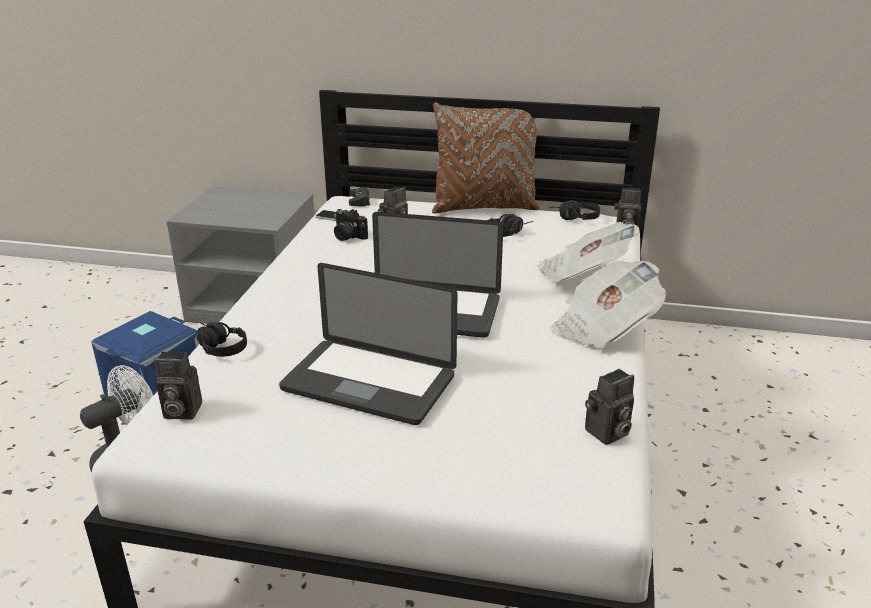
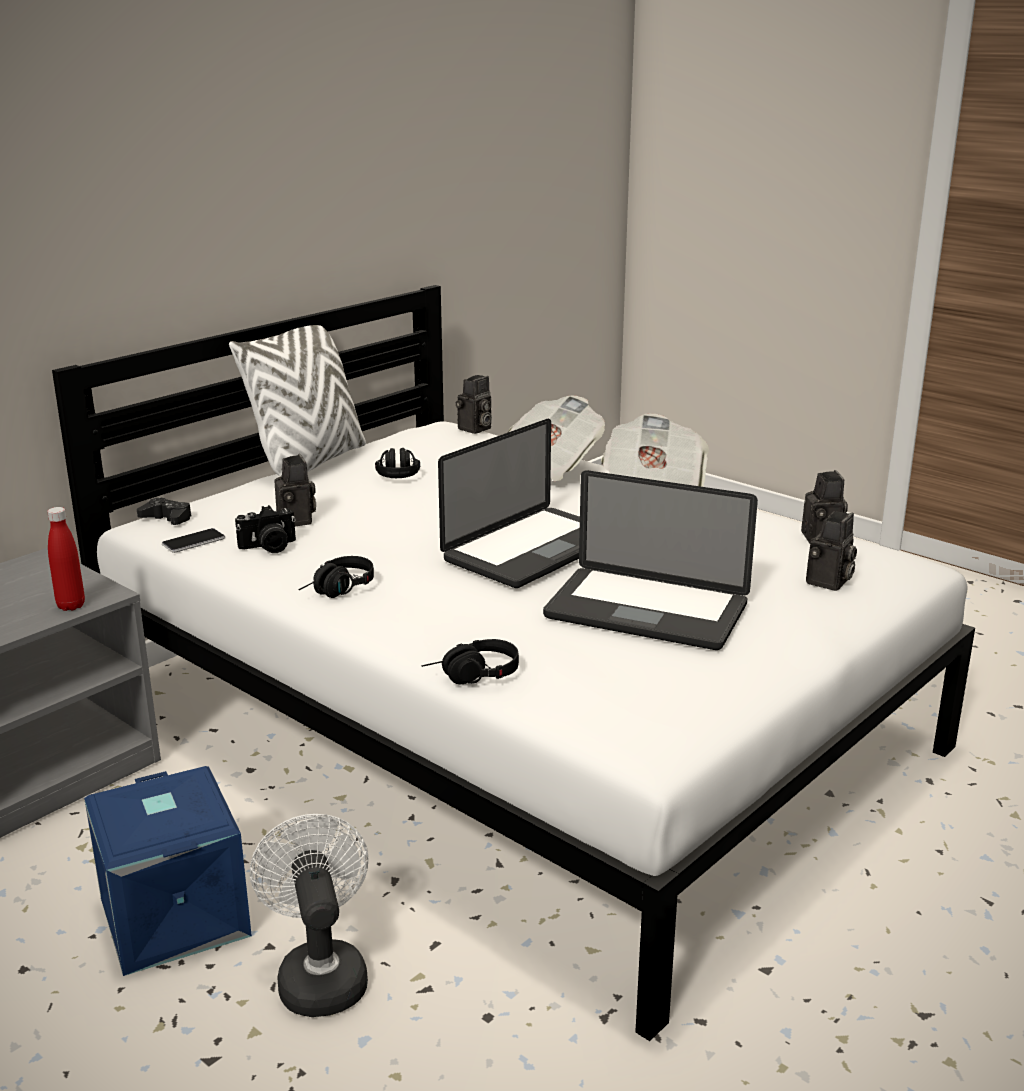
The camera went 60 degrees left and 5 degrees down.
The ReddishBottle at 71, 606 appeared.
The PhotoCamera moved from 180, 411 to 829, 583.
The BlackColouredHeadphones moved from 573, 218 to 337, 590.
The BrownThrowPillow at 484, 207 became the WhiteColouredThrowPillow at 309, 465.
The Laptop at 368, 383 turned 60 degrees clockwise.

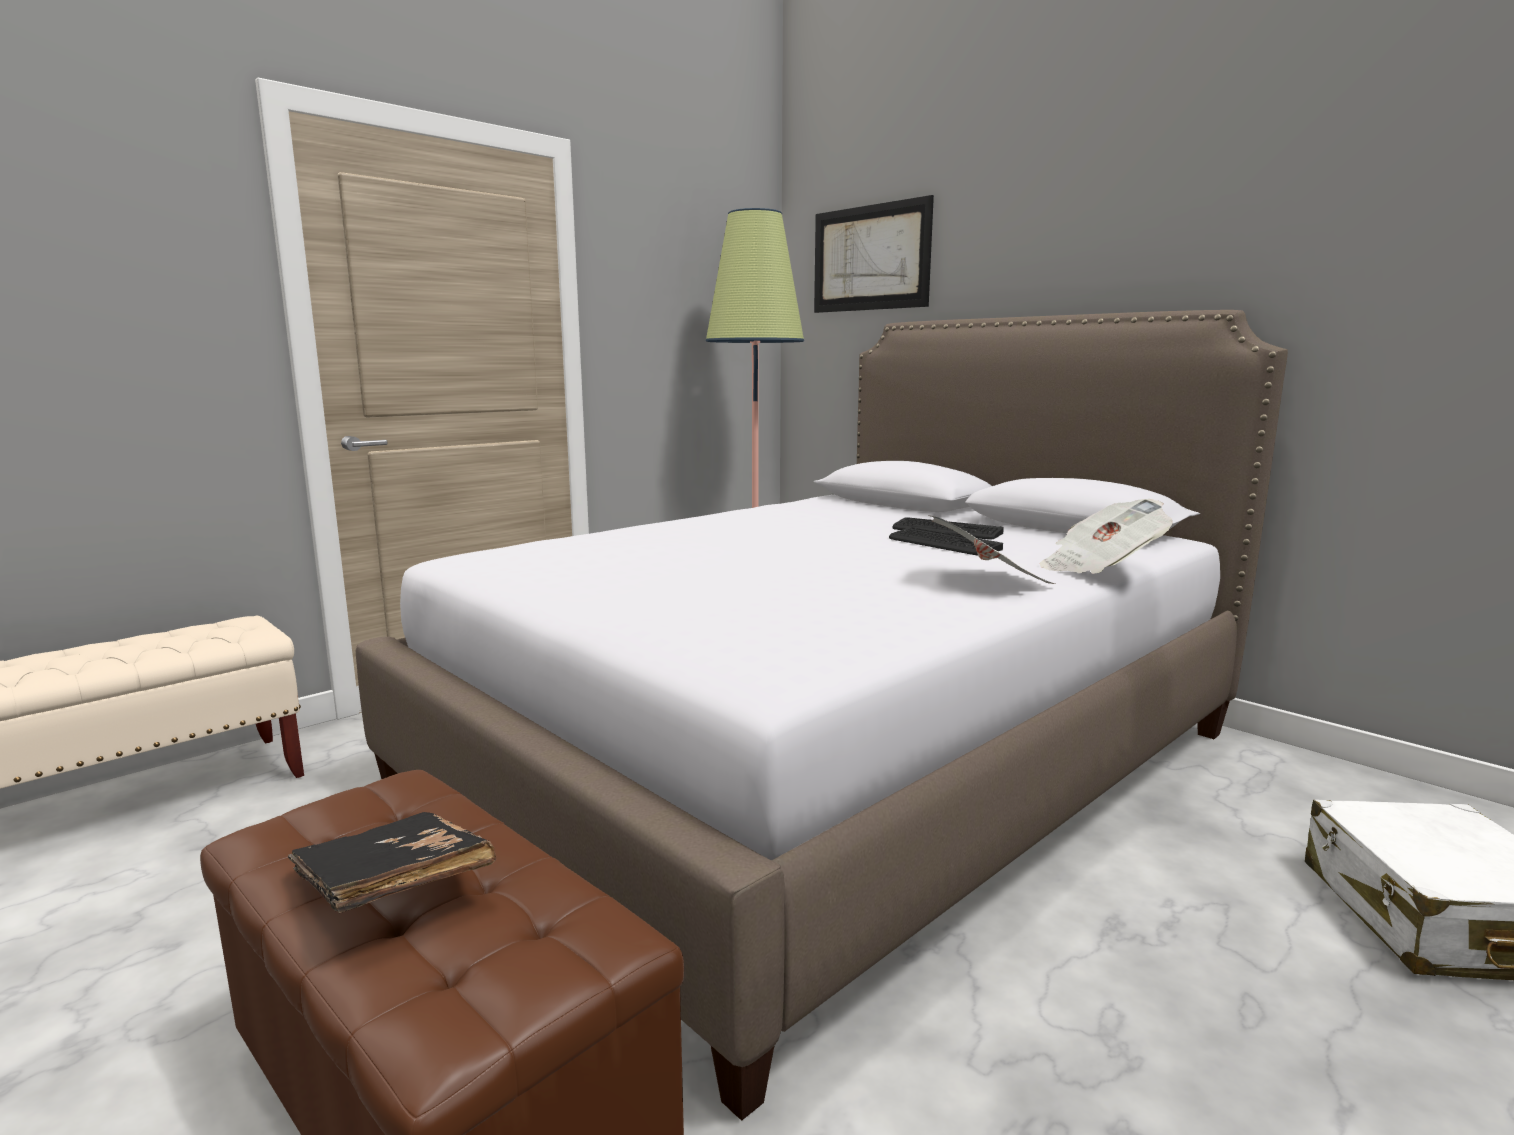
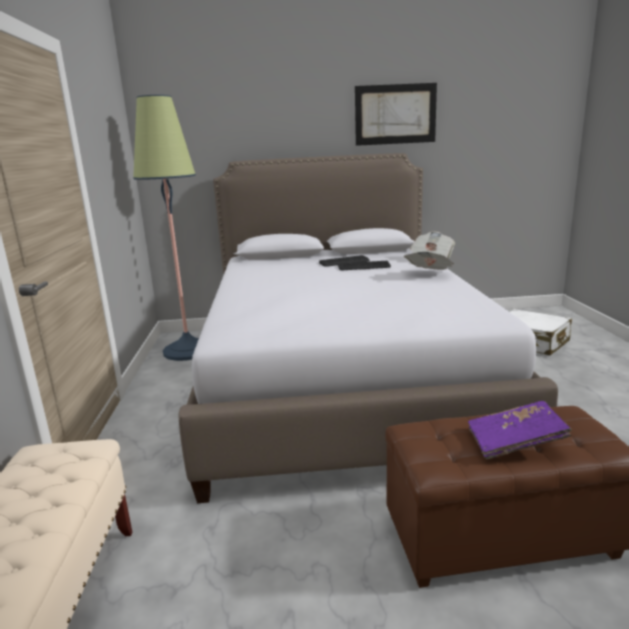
The camera went 50 degrees left and 5 degrees up.
The WallPicture moved from 870, 258 to 395, 114.
The BlackColouredBook at 392, 890 became the PurplishBook at 515, 442.

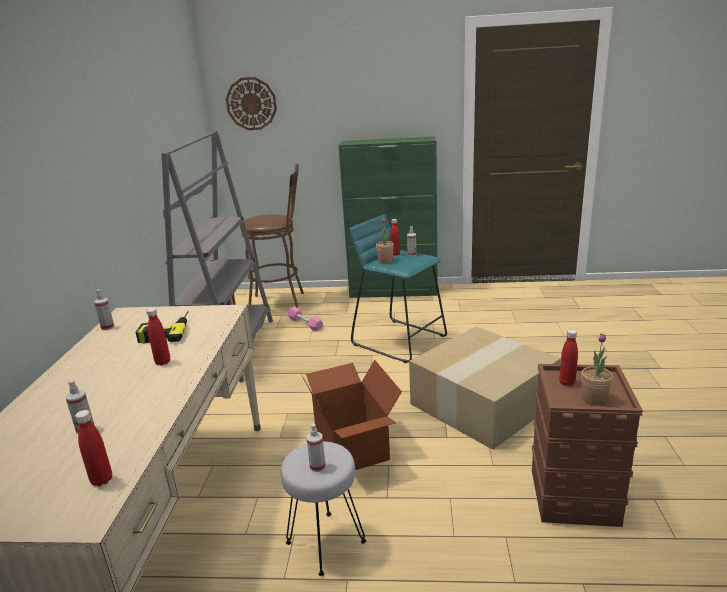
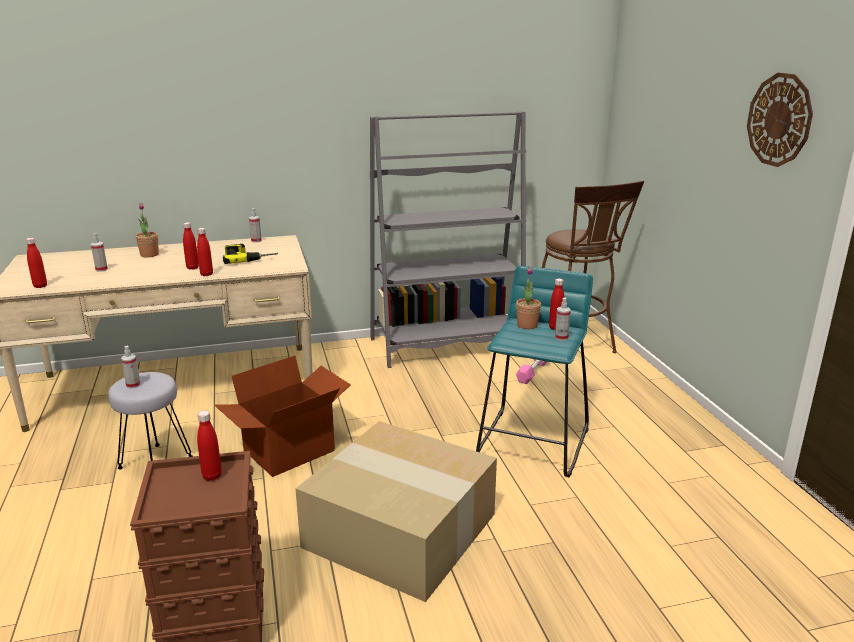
The camera went 70 degrees right and 0 degrees up.
The GreenishCupboard at 394, 291 disappeared.
The ReddishBottle at 206, 274 appeared.
The ClockOnTheWall moved from 251, 104 to 779, 120.
The PottedPlant moved from 594, 399 to 149, 255.

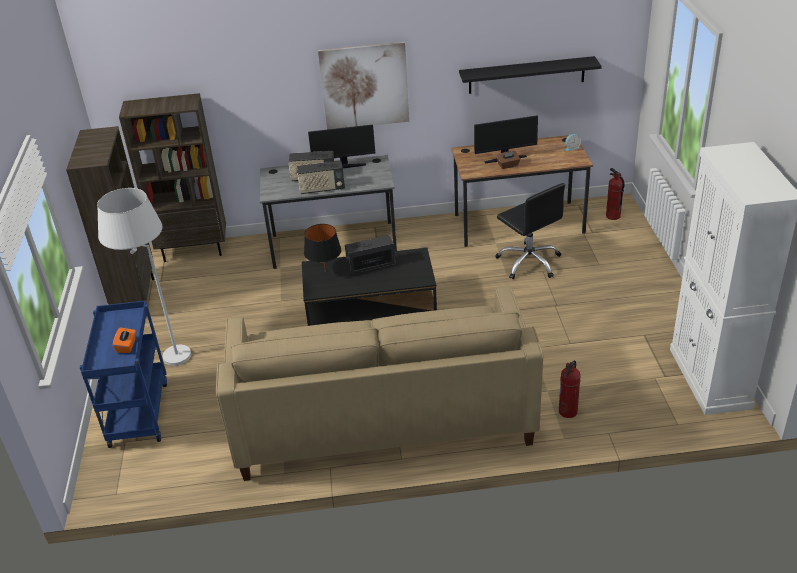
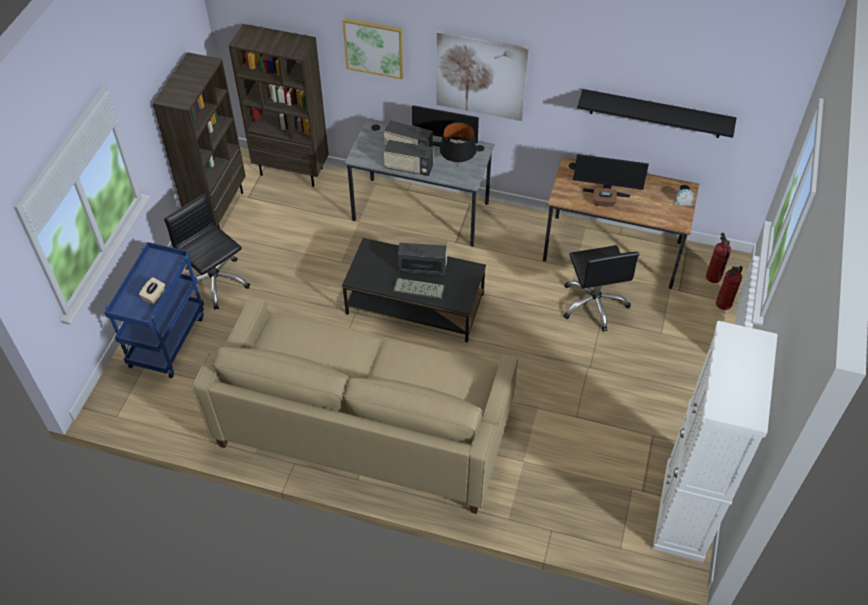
The camera went 20 degrees right and 15 degrees up.
The WallPicture at 374, 47 appeared.
The Keyboard at 418, 289 appeared.
The BlackColouredTabletopLamp moved from 325, 271 to 457, 167.
The Extinguisher moved from 568, 412 to 723, 304.
The WhiteColouredStandardLamp at 164, 353 was replaced by the BlackColouredComputerChair at 215, 282.
The OrangeyTissueBox at 127, 346 became the BeigeTissueBox at 154, 296.

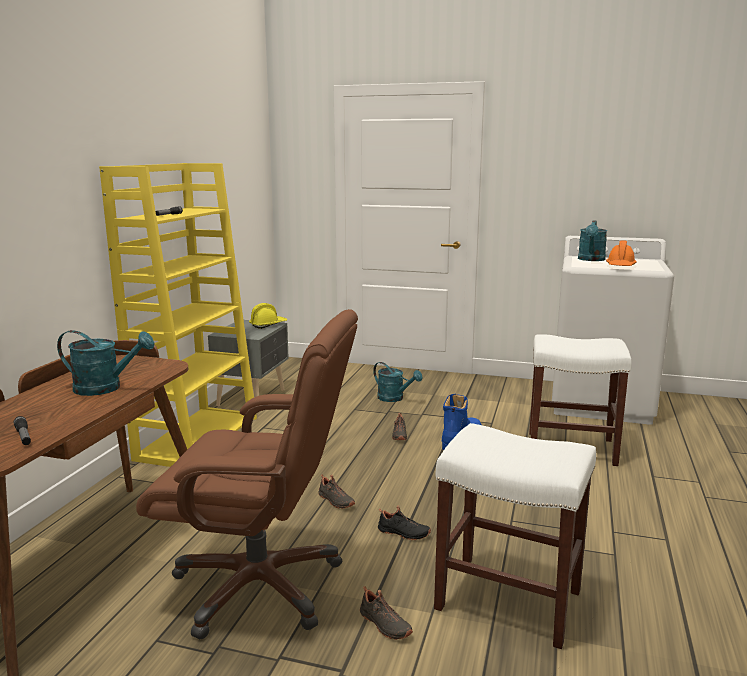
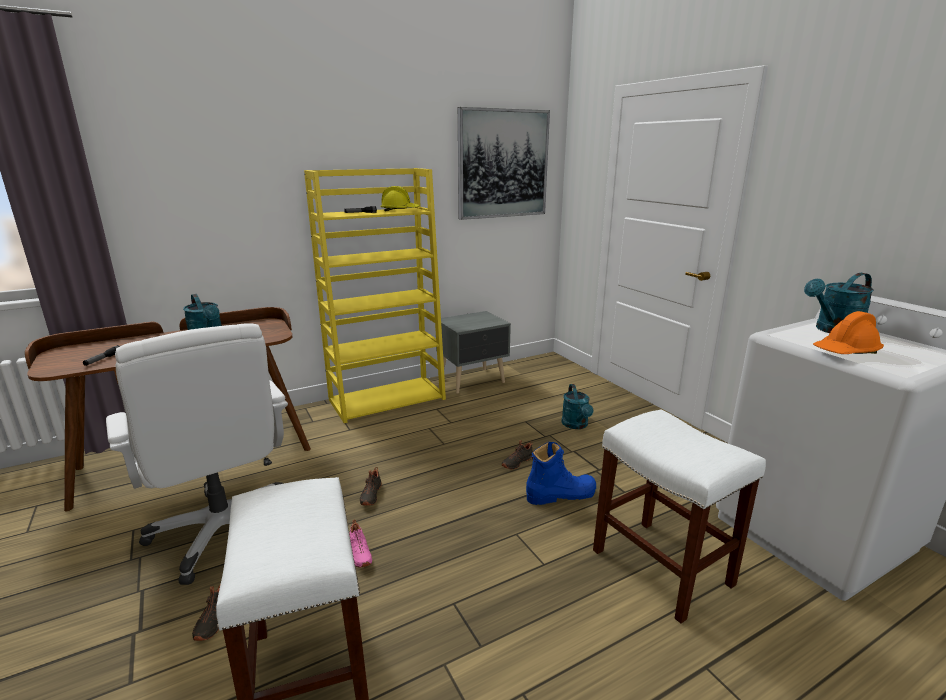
The camera went 45 degrees right and 5 degrees up.
The WallPicture at 503, 164 appeared.
The YellowHardHat moved from 268, 325 to 400, 210.
The BrownComputerChair at 260, 585 became the WhiteColouredComputerChair at 224, 530.
The BlackColouredShoe at 403, 533 became the PinkishShoe at 358, 553.

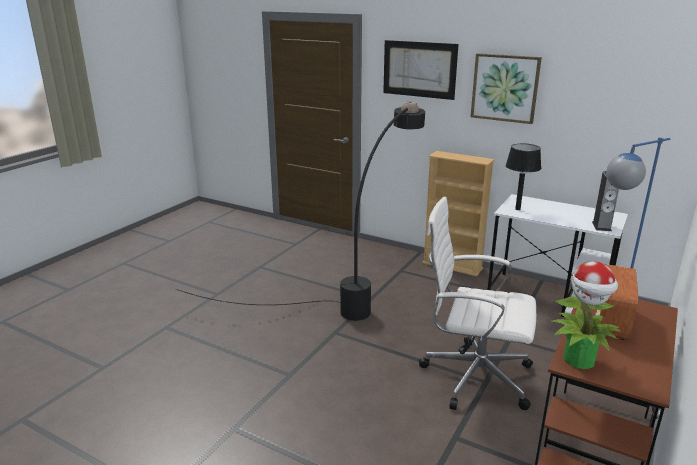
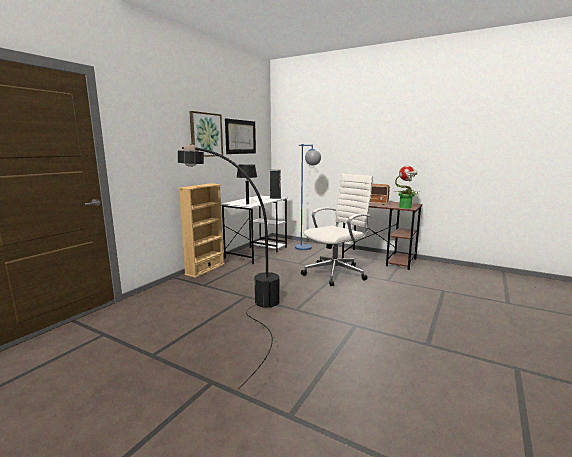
The camera went 90 degrees left and 10 degrees down.
The WallPicture moved from 419, 69 to 241, 137.
The WhiteColouredComputerChair at 473, 376 turned 150 degrees counterclockwise.

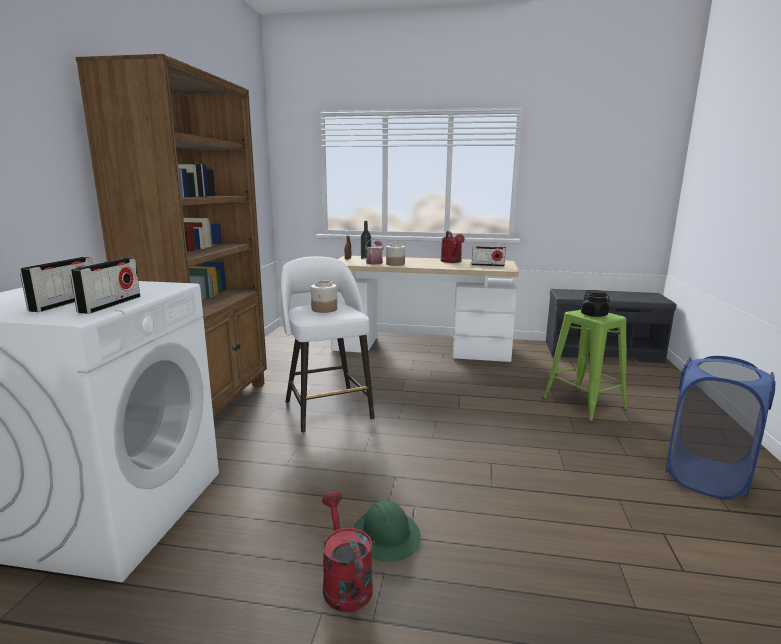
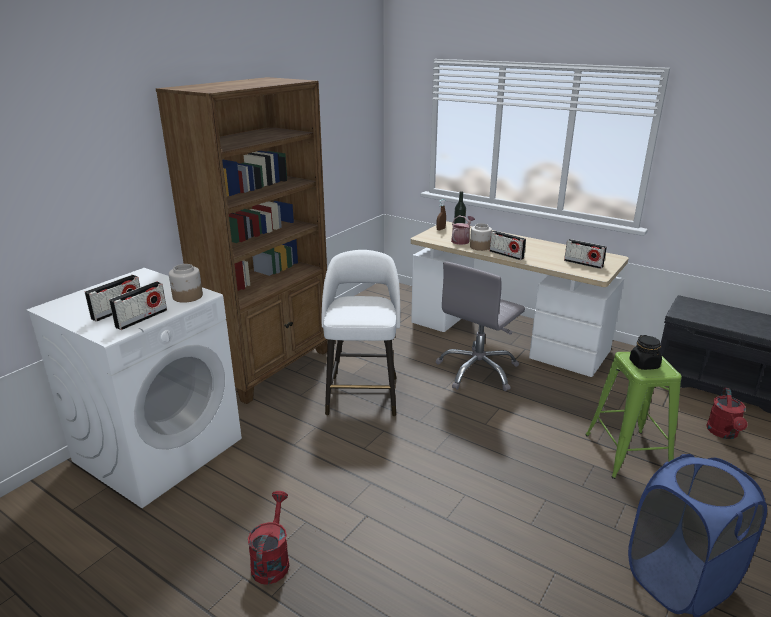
The camera went 25 degrees right and 10 degrees up.
The GreenishHardHat at 386, 536 disappeared.
The GreyishComputerChair at 478, 371 appeared.
The Radio at 506, 255 appeared.
The StorageJar moved from 324, 309 to 187, 296.
The ReddishWateringCan moved from 452, 262 to 723, 433.

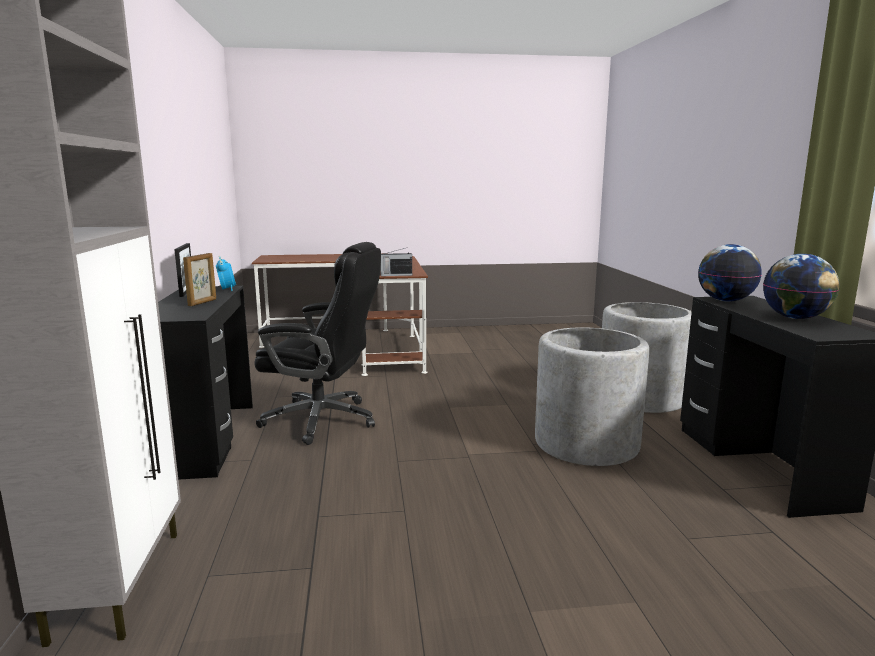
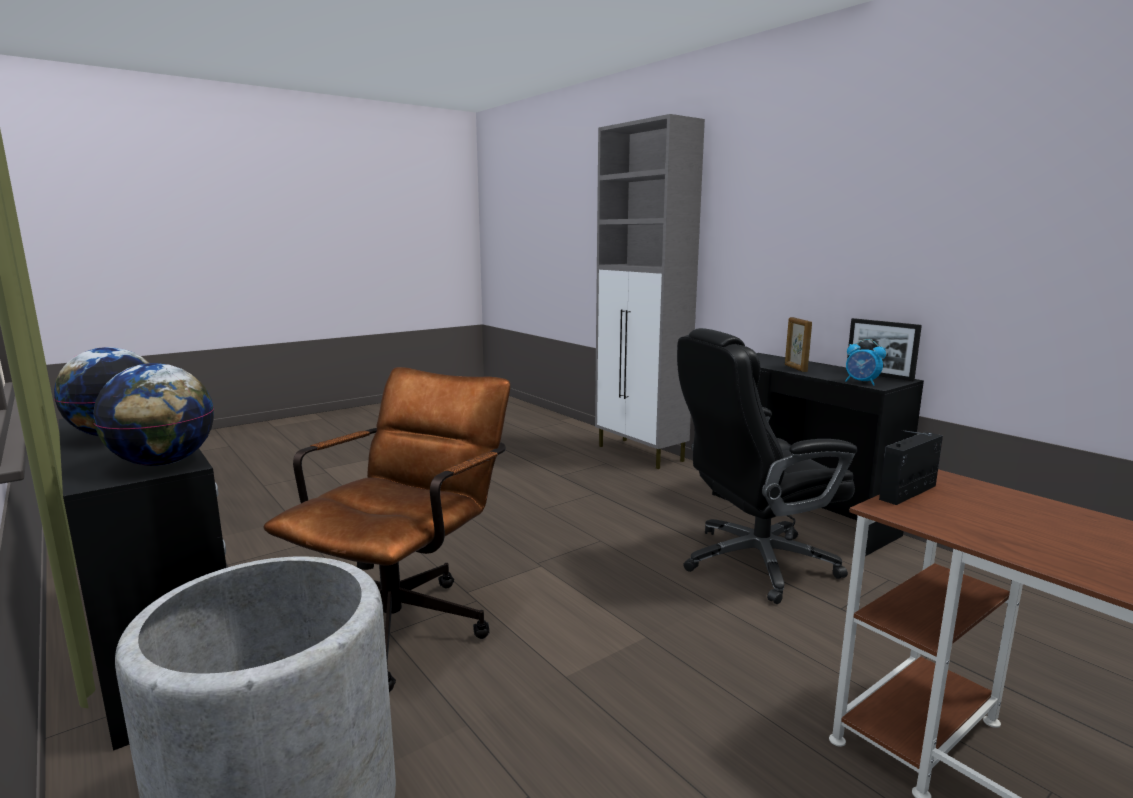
The camera went 150 degrees right and 0 degrees up.
The GreyishFlowerPot at 586, 444 was replaced by the BrownComputerChair at 406, 621.

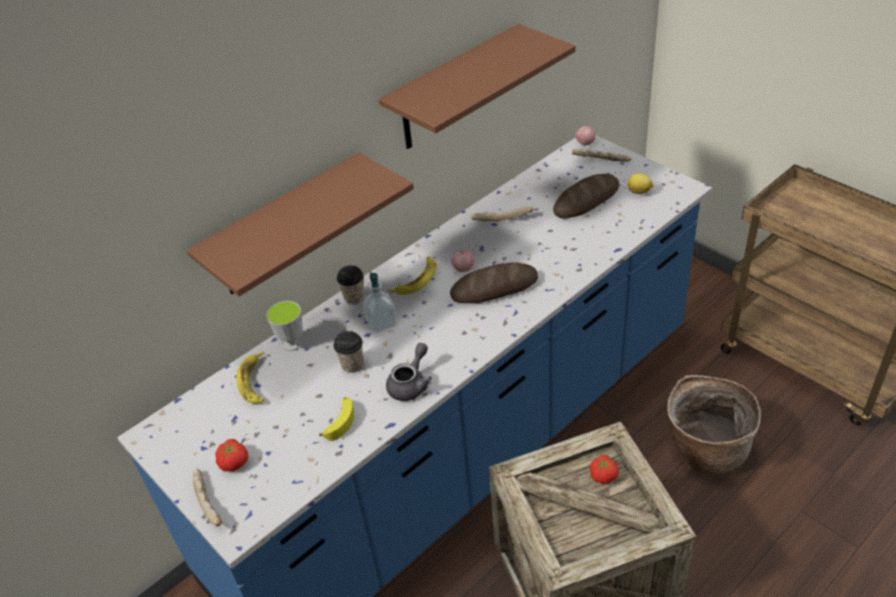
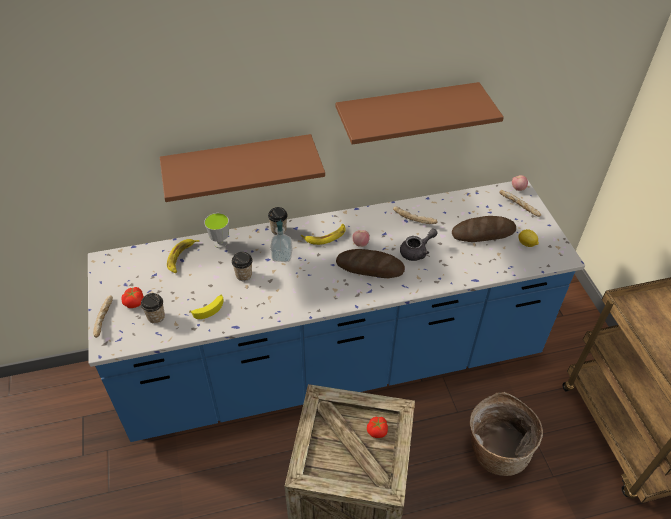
The camera went 25 degrees right and 5 degrees up.
The SmallCup at 156, 317 appeared.
The GreyishTeapot moved from 411, 384 to 417, 251.

